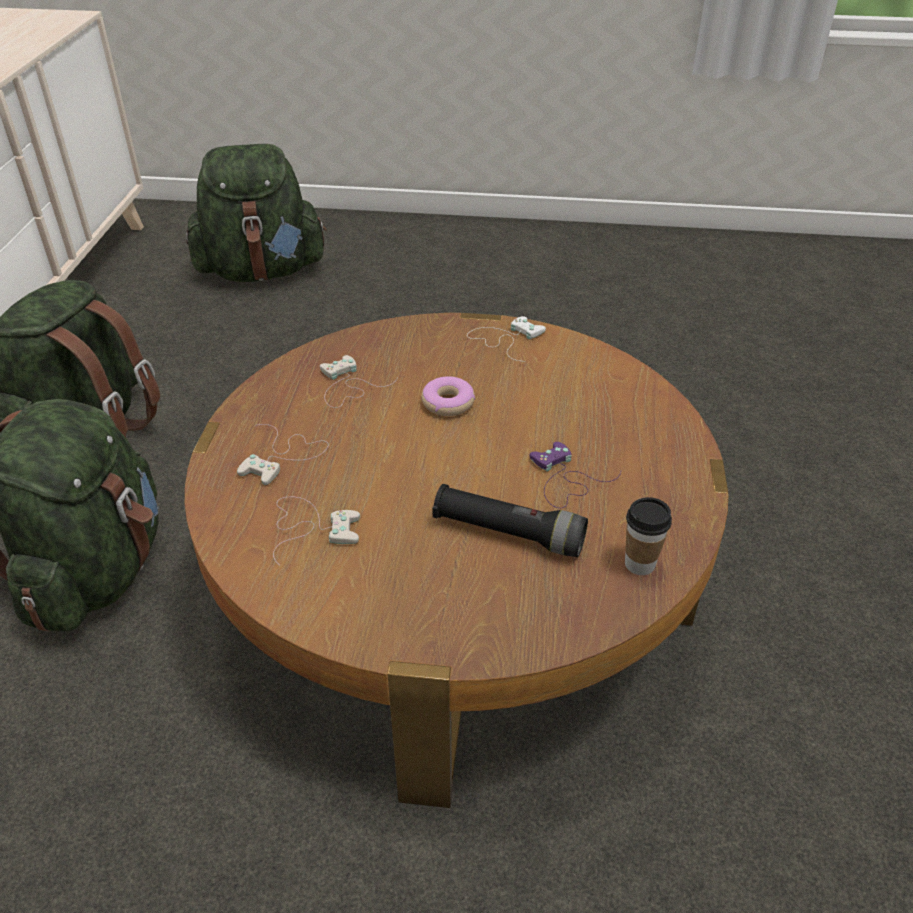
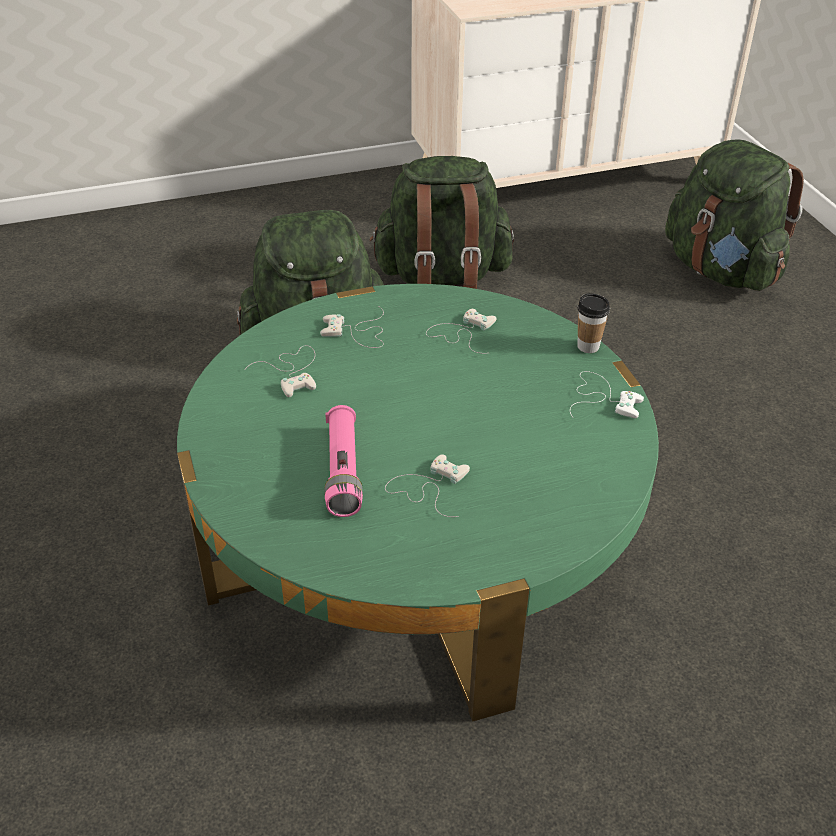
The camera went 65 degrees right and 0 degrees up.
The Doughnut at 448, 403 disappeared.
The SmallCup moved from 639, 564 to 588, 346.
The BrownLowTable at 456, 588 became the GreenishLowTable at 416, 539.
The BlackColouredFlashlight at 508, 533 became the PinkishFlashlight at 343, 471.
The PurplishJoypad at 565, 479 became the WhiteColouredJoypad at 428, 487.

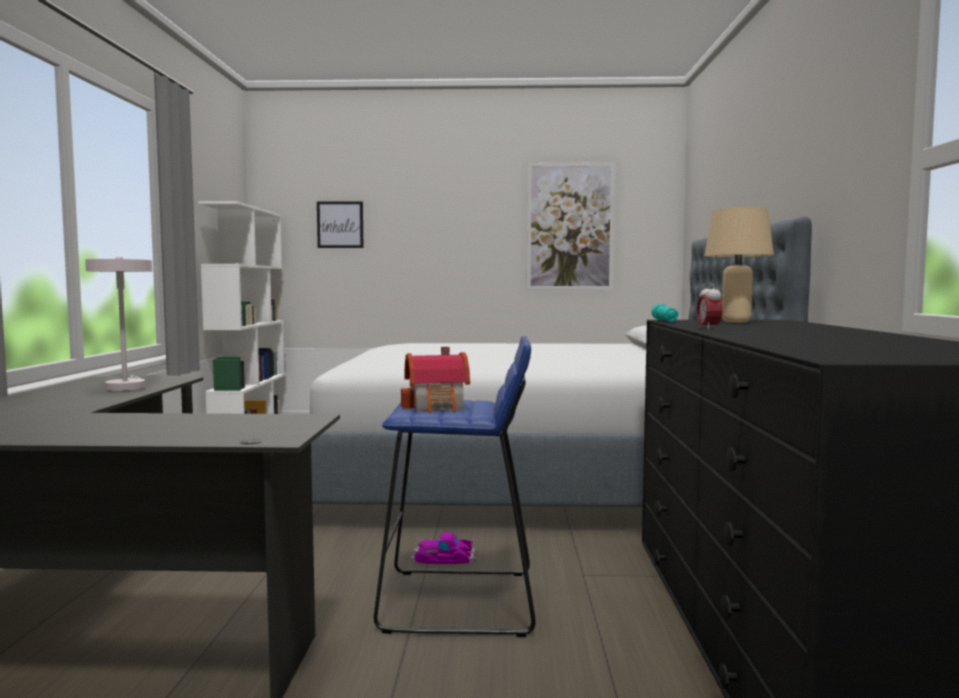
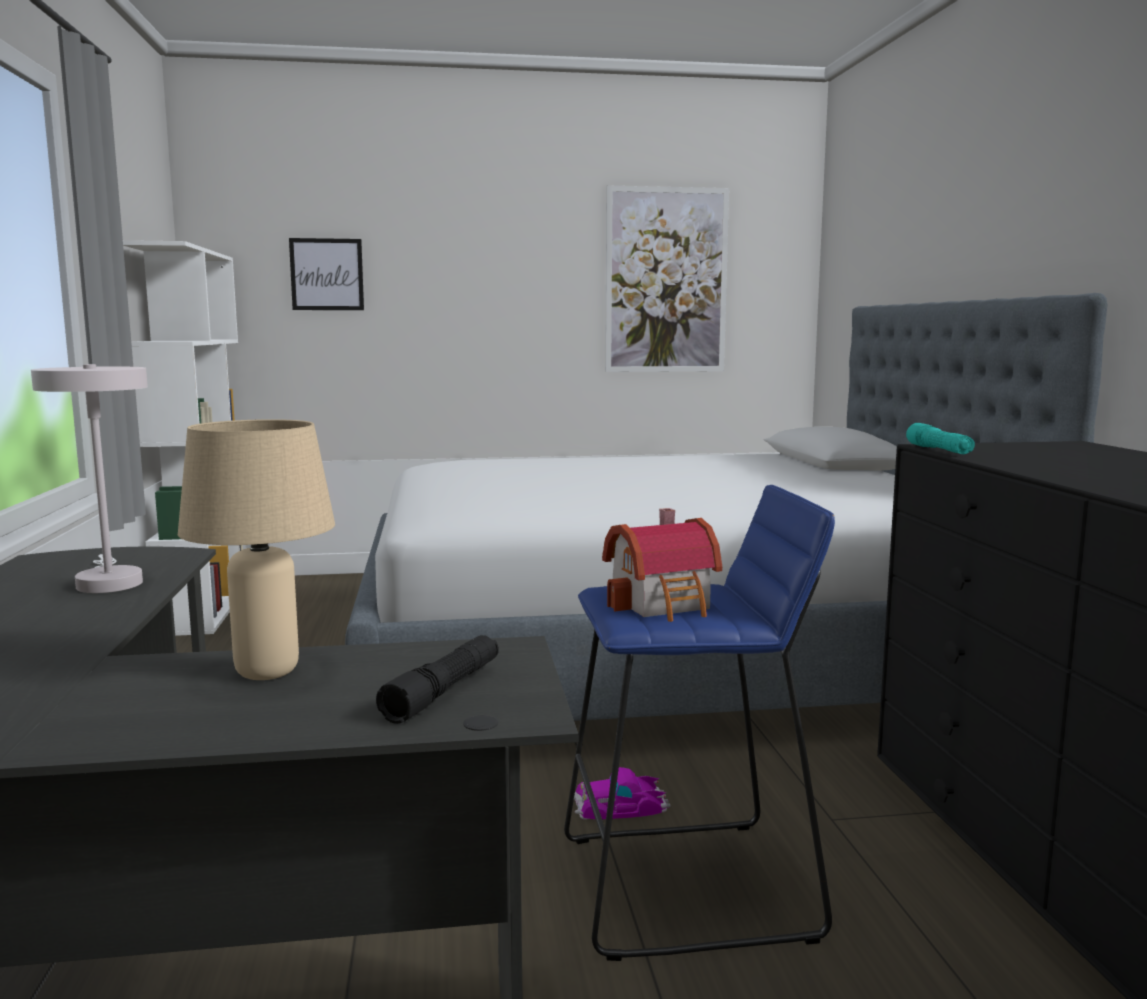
The camera went 10 degrees left and 5 degrees up.
The BedsideClock at 708, 329 disappeared.
The BlackColouredFlashlight at 444, 691 appeared.
The BeigeTabletopLamp moved from 736, 322 to 269, 671.

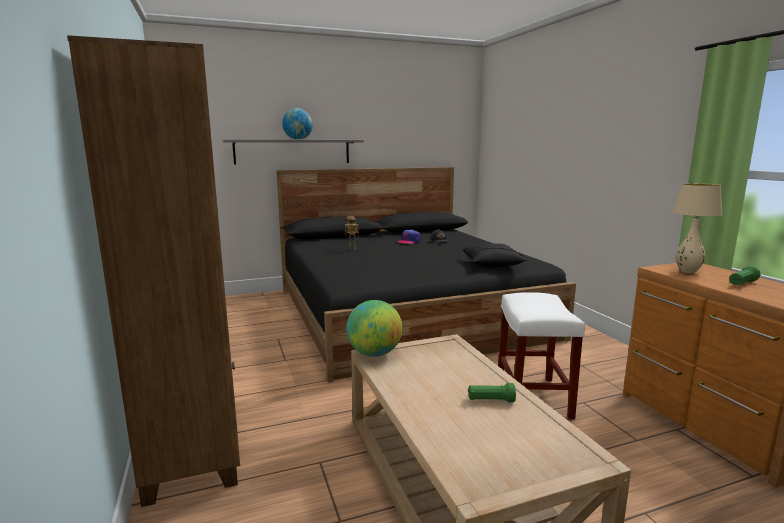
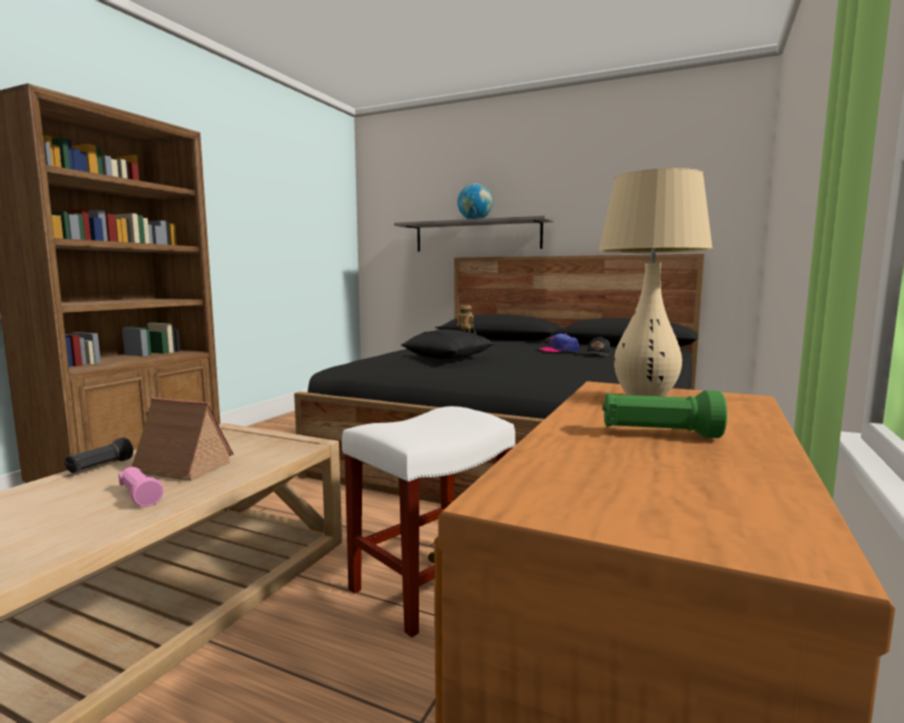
The camera went 45 degrees right and 5 degrees down.
The Globe at 374, 353 disappeared.
The BlackColouredFlashlight at 100, 467 appeared.
The ToyHouse at 180, 467 appeared.
The BlackColouredThrowPillow moved from 492, 264 to 448, 357.
The GreenishFlashlight at 490, 400 became the PinkishFlashlight at 140, 497.

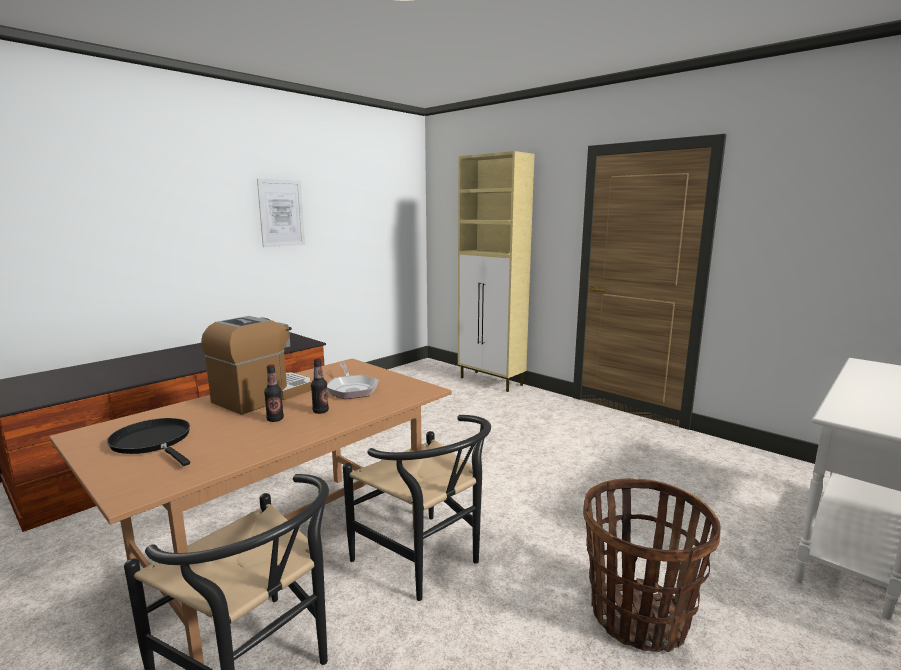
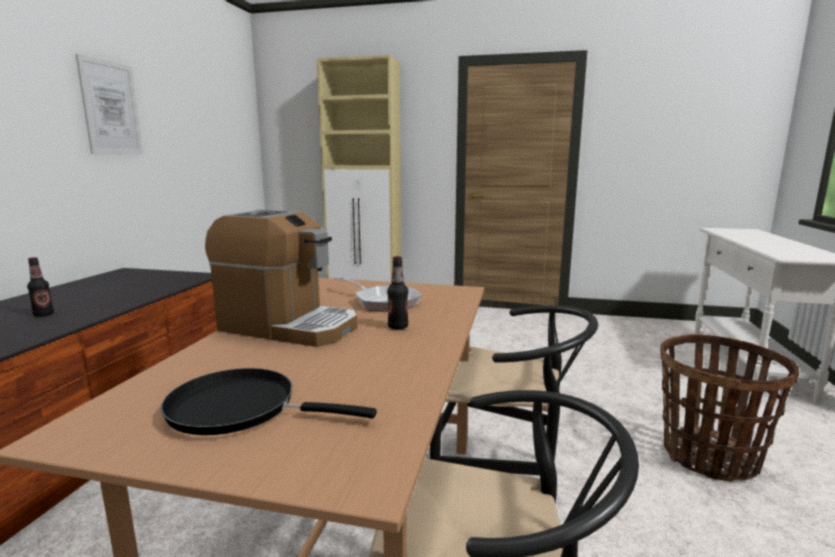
The camera went 30 degrees left and 0 degrees up.
The Bottle moved from 275, 419 to 43, 314.
The CoffeeMaker at 263, 396 turned 105 degrees clockwise.

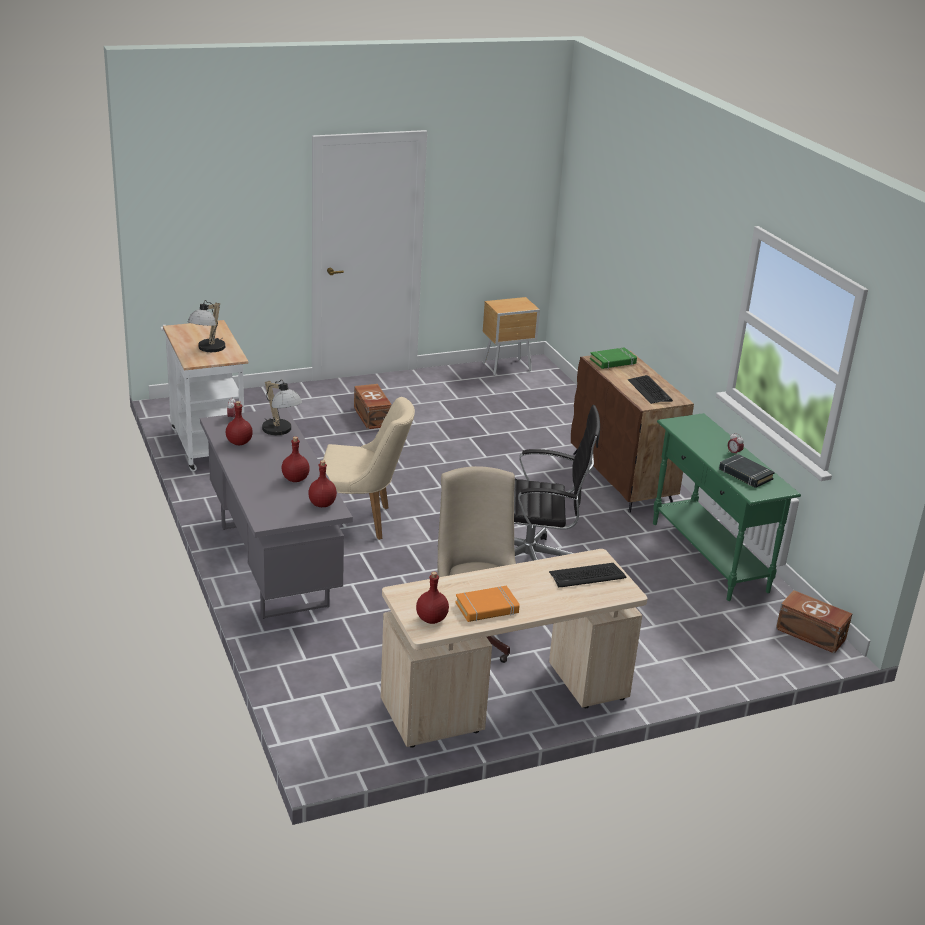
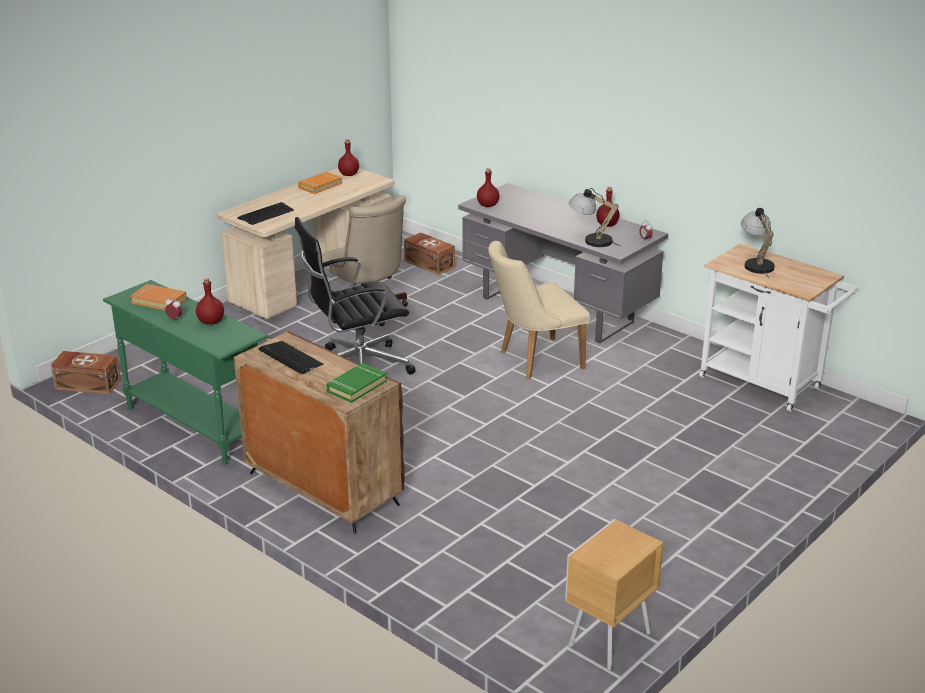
The camera went 155 degrees right and 0 degrees up.
The ReddishBottle moved from 295, 479 to 210, 321.
The BrownStorageBin moved from 371, 417 to 429, 263.
The BlackColouredBook at 745, 474 became the OrangeyBook at 159, 301.

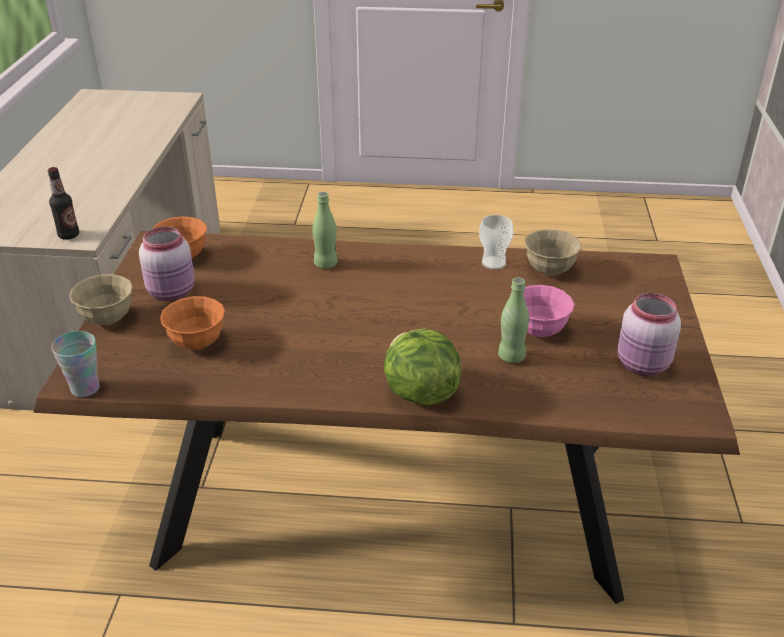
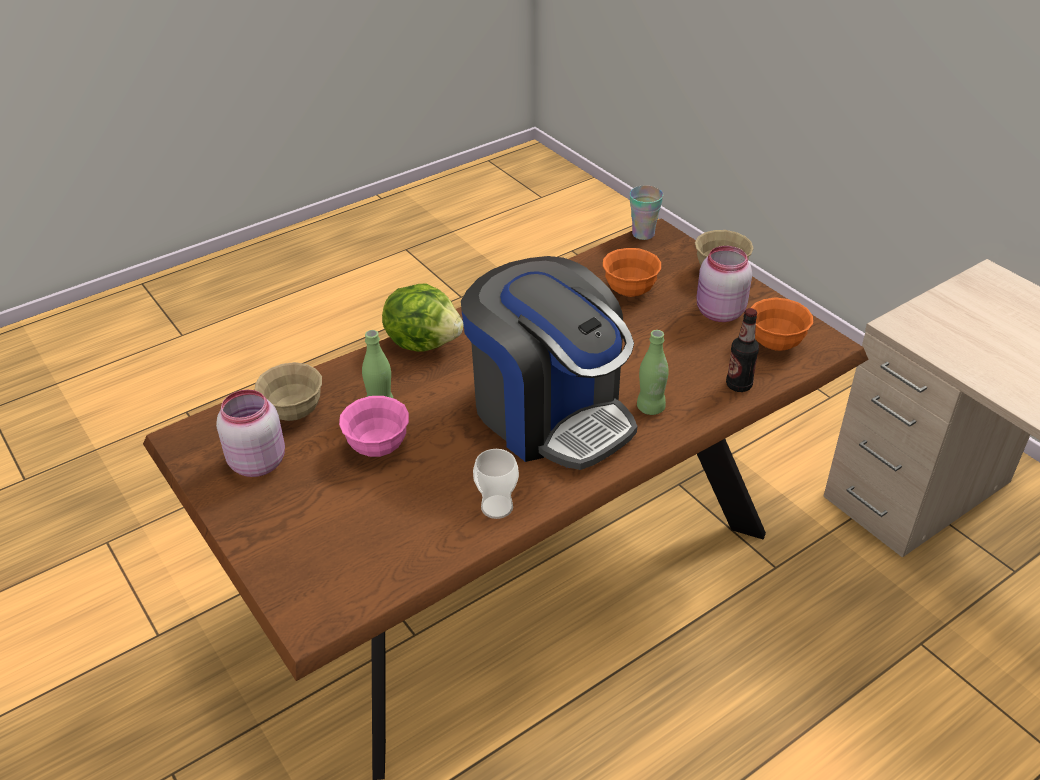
The camera went 140 degrees right and 5 degrees up.
The CoffeeMaker at 550, 414 appeared.
The Bottle moved from 69, 235 to 738, 385.
The BeigeServingBowl moved from 549, 270 to 294, 412.

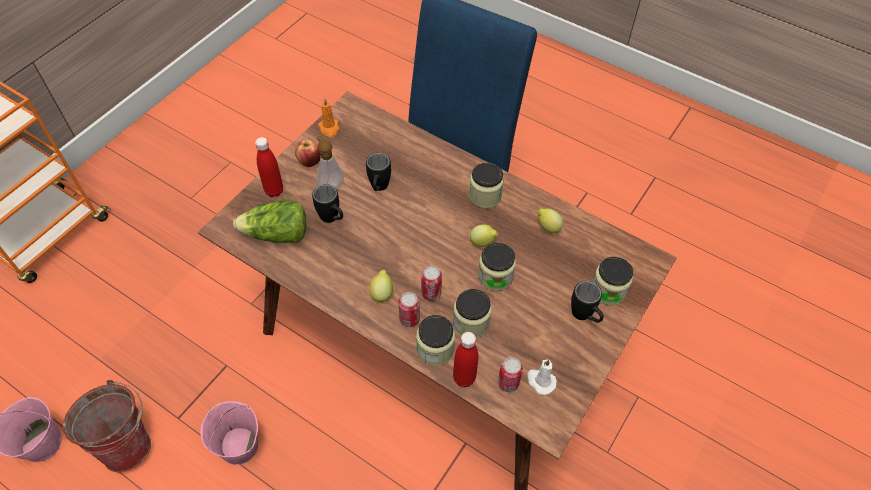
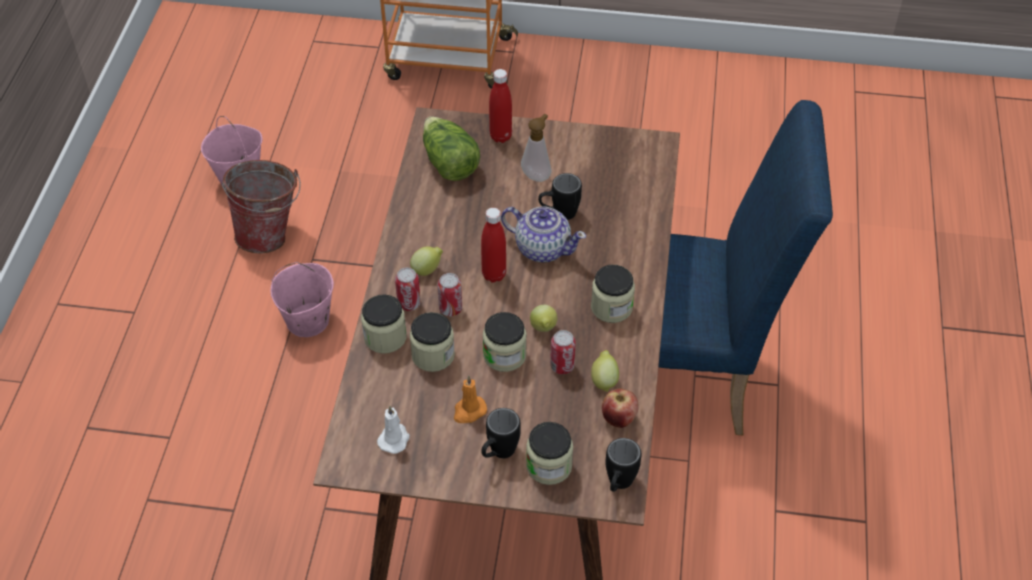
The camera went 65 degrees right and 5 degrees down.
The Teapot at 542, 248 appeared.
The Apple moved from 310, 162 to 619, 419.
The BlackColouredTeaMug moved from 332, 219 to 618, 485.
The OrangeyWaxLight moved from 329, 128 to 469, 411.
The ReddishBottle moved from 464, 378 to 494, 275.
The SealedCan moved from 508, 383 to 562, 366.

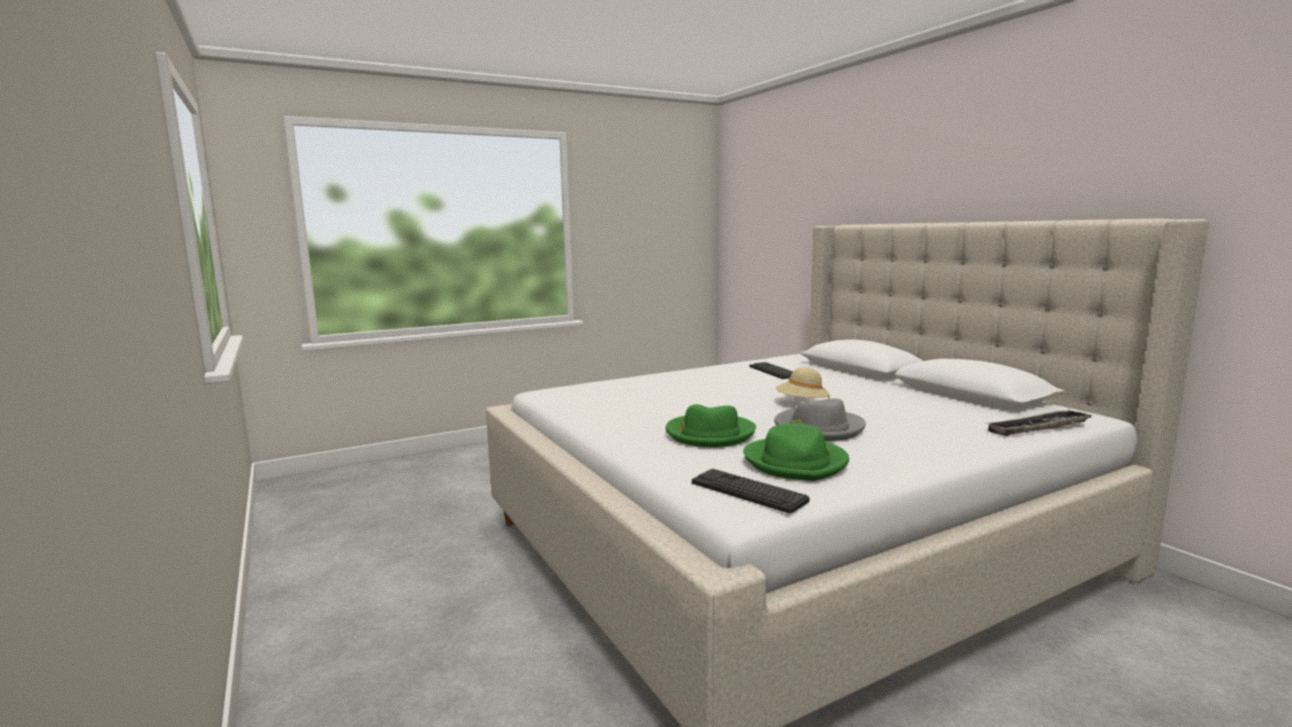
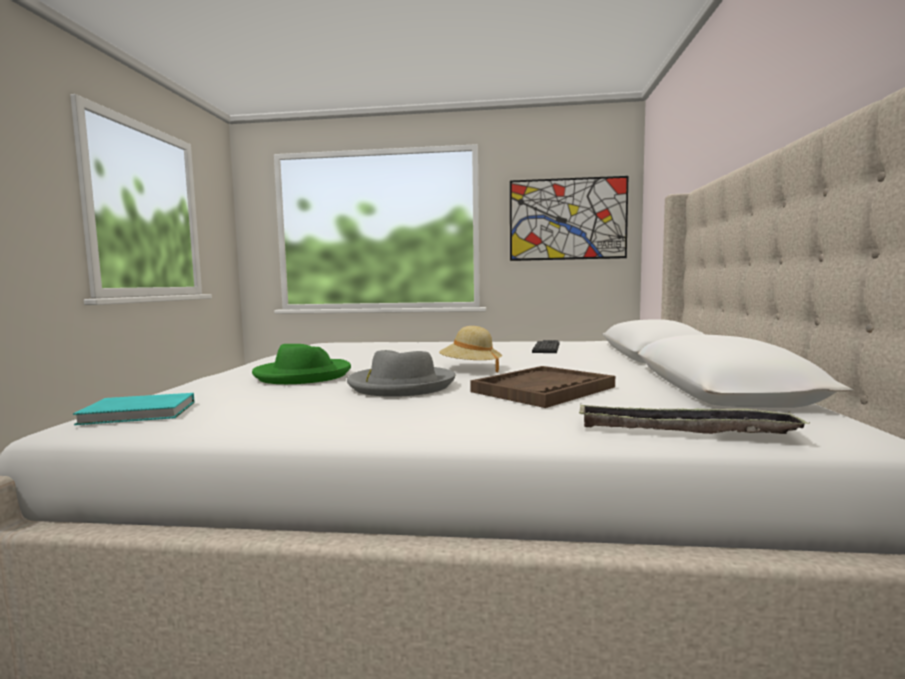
The camera went 35 degrees right and 5 degrees down.
The GreenishHat at 796, 462 disappeared.
The BrownCarryingTray at 543, 389 appeared.
The WallPicture at 567, 219 appeared.
The Keyboard at 748, 492 was replaced by the TurquoiseColouredBook at 141, 413.

